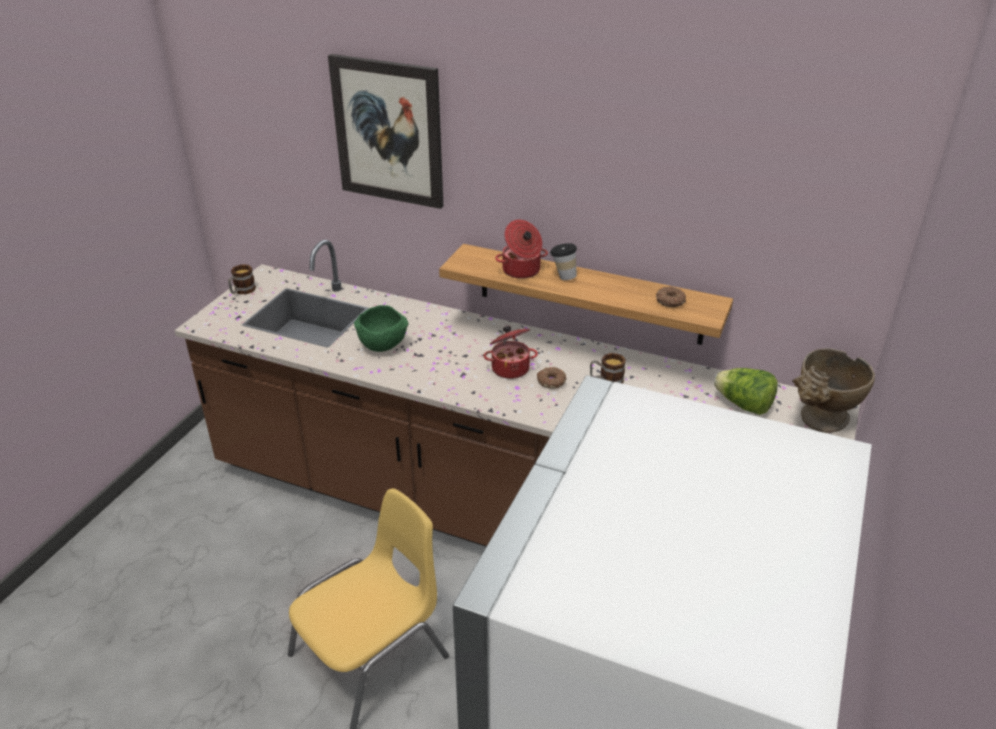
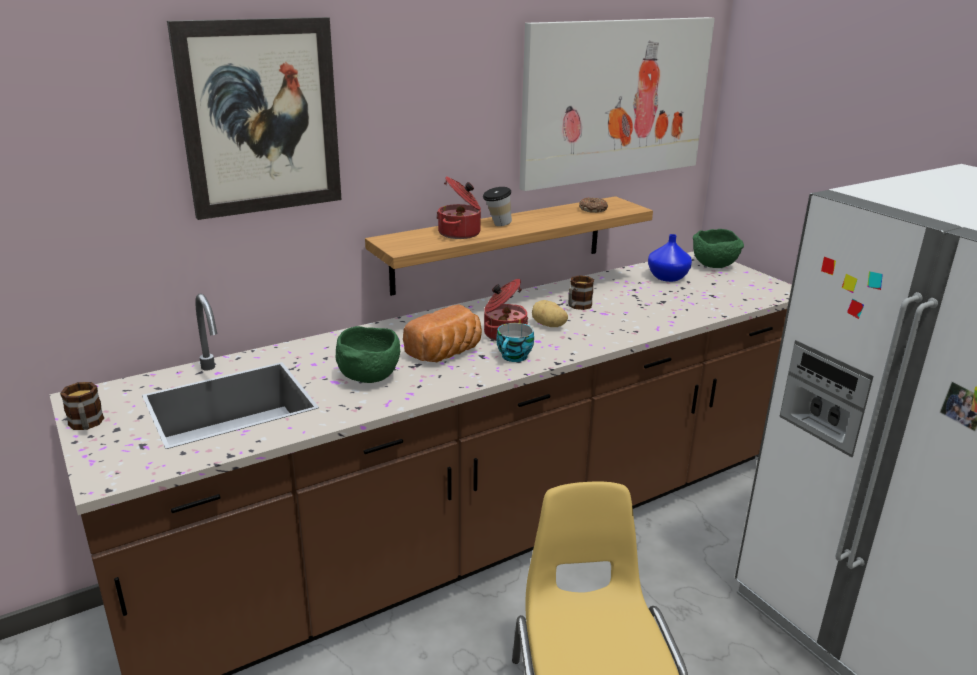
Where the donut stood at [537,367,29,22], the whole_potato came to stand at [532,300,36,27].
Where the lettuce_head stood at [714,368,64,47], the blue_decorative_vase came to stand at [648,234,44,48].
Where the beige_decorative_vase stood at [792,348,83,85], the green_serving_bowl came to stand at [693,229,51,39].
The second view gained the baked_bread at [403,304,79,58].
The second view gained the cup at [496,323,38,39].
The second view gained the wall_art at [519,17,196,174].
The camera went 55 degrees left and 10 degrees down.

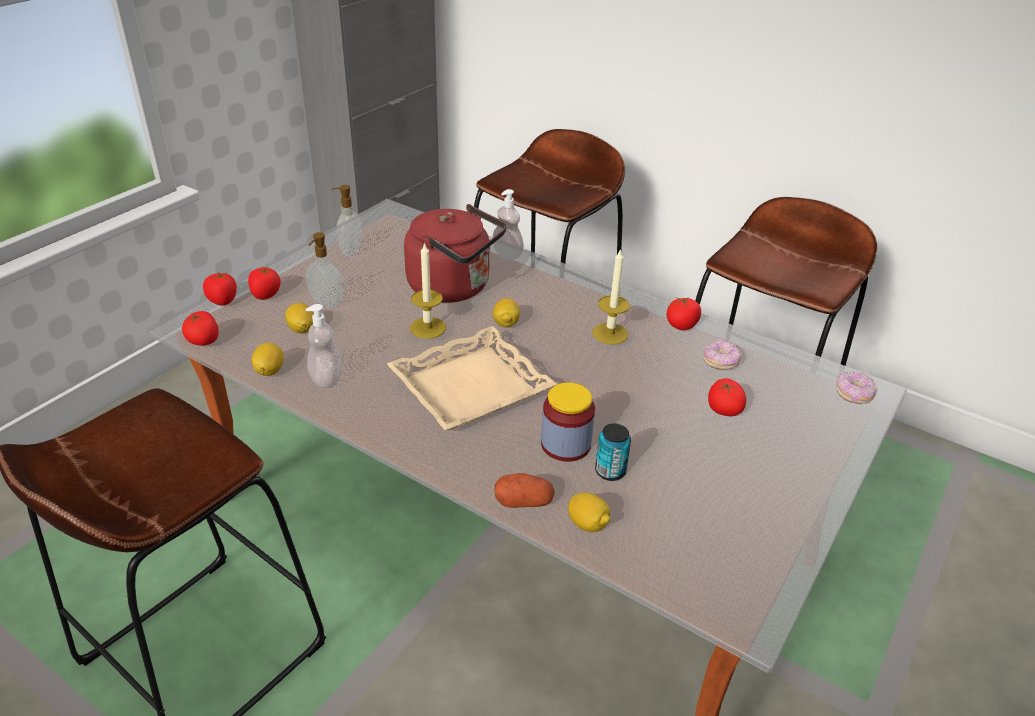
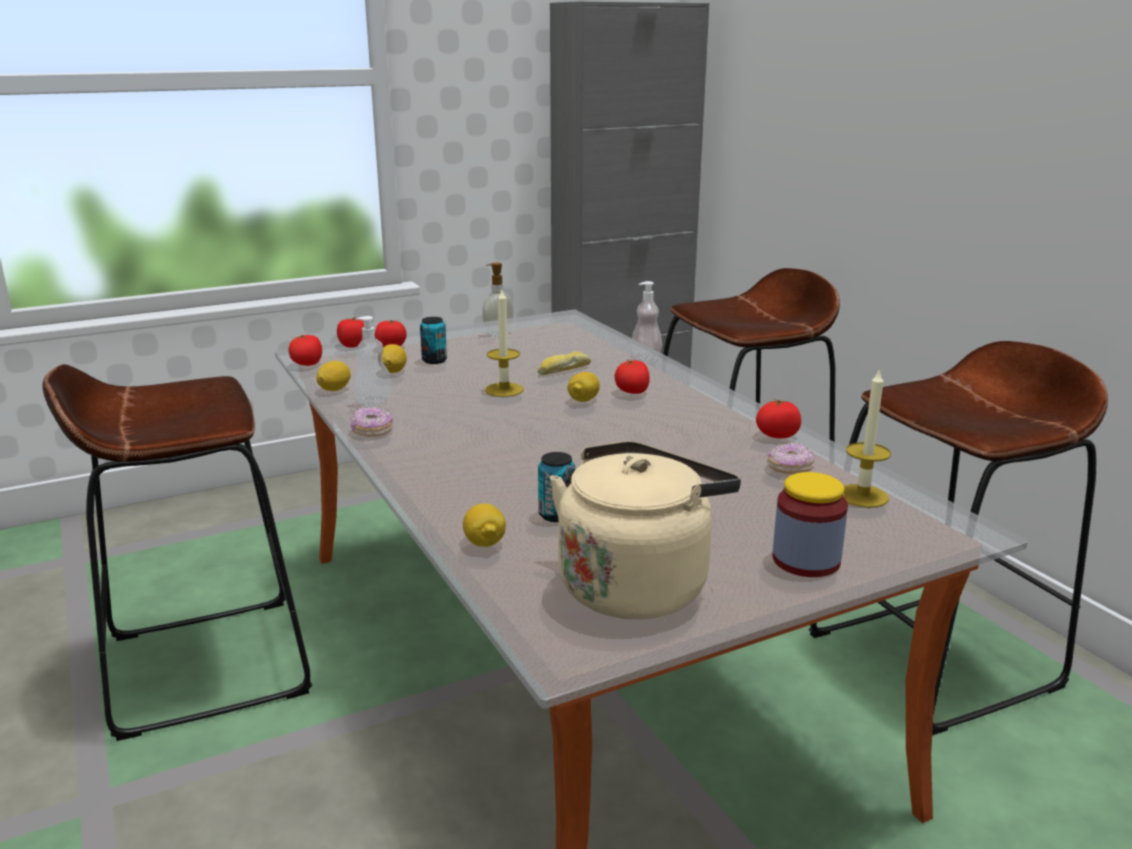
Where the soap_dispenser stood at [306,232,38,76], the metal_can came to stand at [420,317,27,47].
The second view lost the beige_carrying_tray at [387,326,170,104].
Where the reddish_kettle stood at [404,204,103,99], the baked_bread came to stand at [537,351,54,24].
The second view lost the whole_potato at [495,473,60,35].
The jar ended up elsewhere, having gone from [541,382,54,80] to [772,472,76,105].
The wax_candle ended up elsewhere, having gone from [592,248,37,97] to [843,370,48,138].
The whole_tomato ended up elsewhere, having gone from [708,378,38,38] to [615,360,35,34].
The donut ended up elsewhere, having gone from [836,372,40,32] to [350,407,43,30].
The second view gained the beige_kettle at [550,441,191,178].
The camera went 30 degrees right and 15 degrees down.

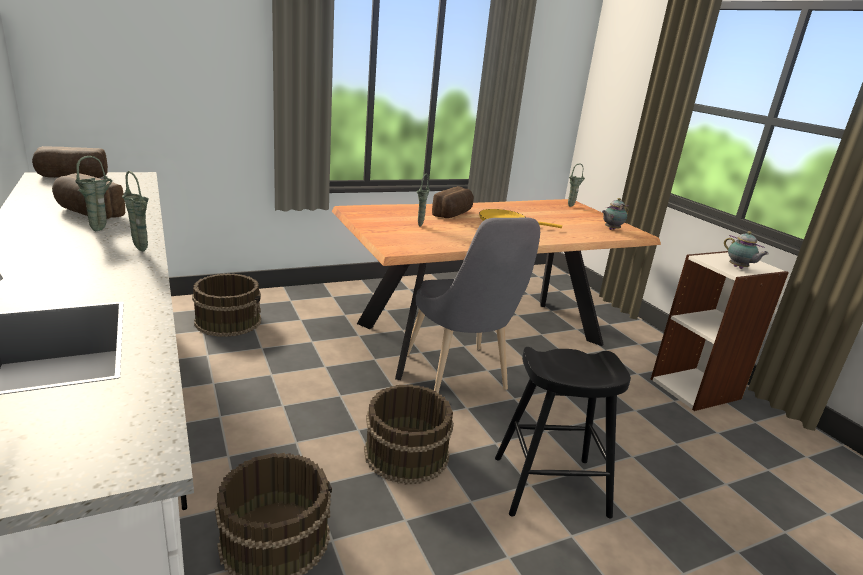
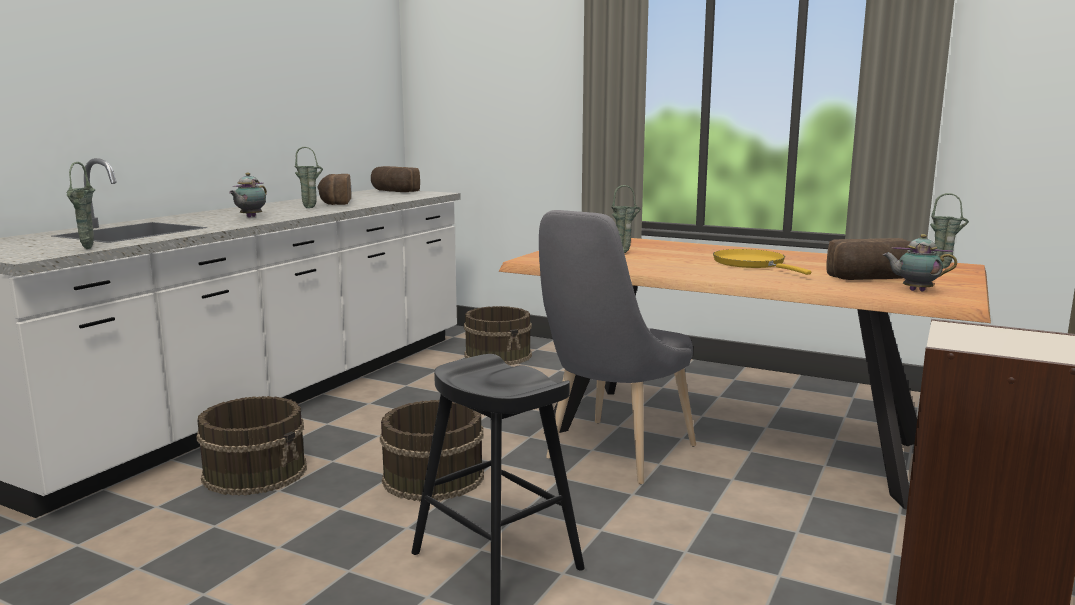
The green_decorative_vase ended up elsewhere, having gone from [122,171,27,81] to [67,162,28,87].
The baked_bread ended up elsewhere, having gone from [432,186,42,32] to [827,238,83,42].
The tea_pot ended up elsewhere, having gone from [724,231,45,38] to [229,173,38,45].
The camera went 55 degrees right and 10 degrees down.

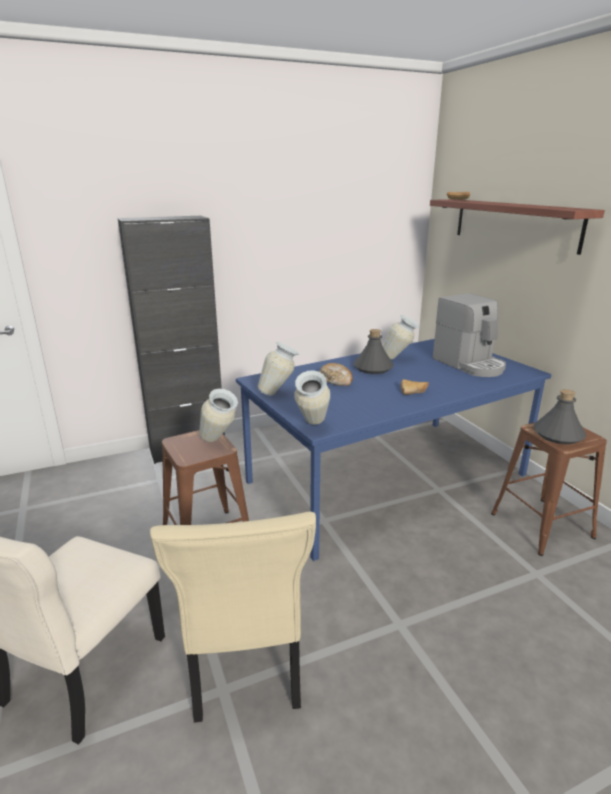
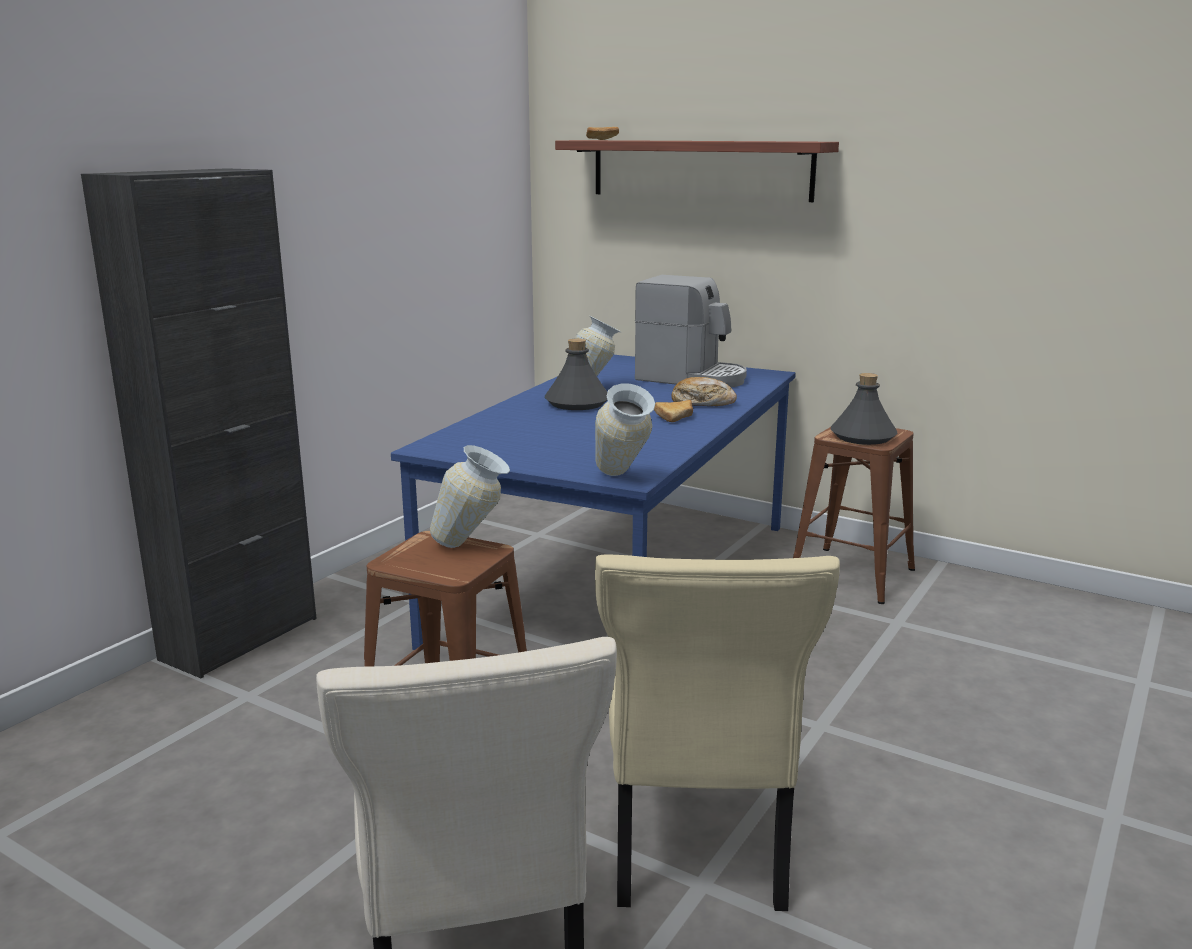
The beige_plain_chair at [150,512,166,211] ended up facing another way, 45 degrees clockwise from before.
The second view lost the decorative_vase at [258,342,41,54].
The baked_bread ended up elsewhere, having gone from [319,363,34,23] to [671,377,66,29].
The camera went 35 degrees left and 5 degrees down.

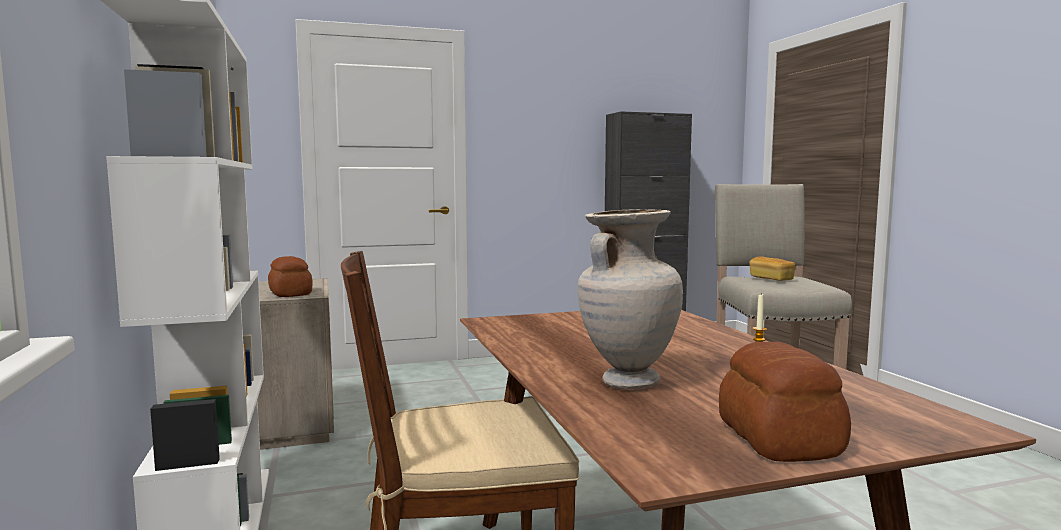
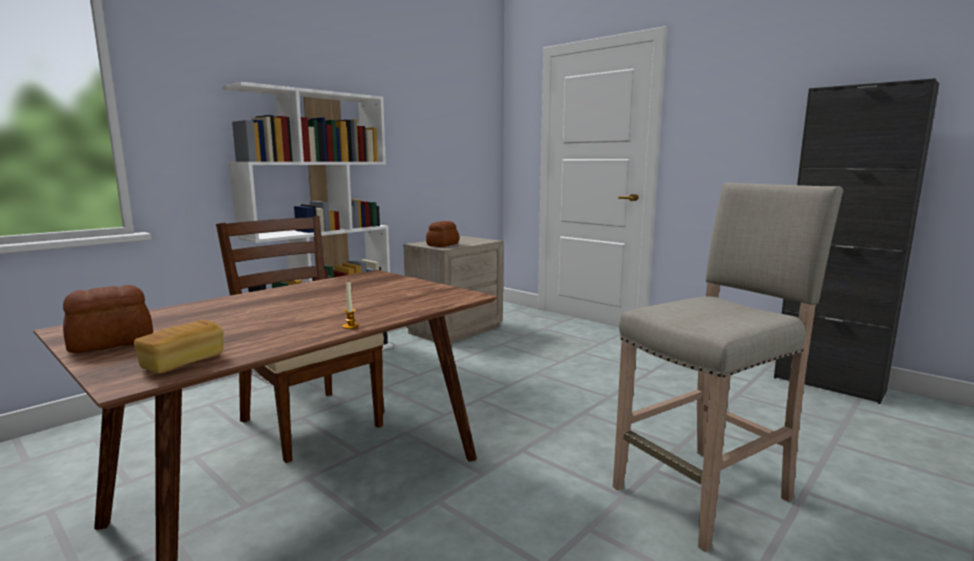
The second view lost the beige_decorative_vase at [578,209,105,180].
The baked_bread ended up elsewhere, having gone from [749,256,46,25] to [134,320,90,54].
The camera went 60 degrees right and 5 degrees up.

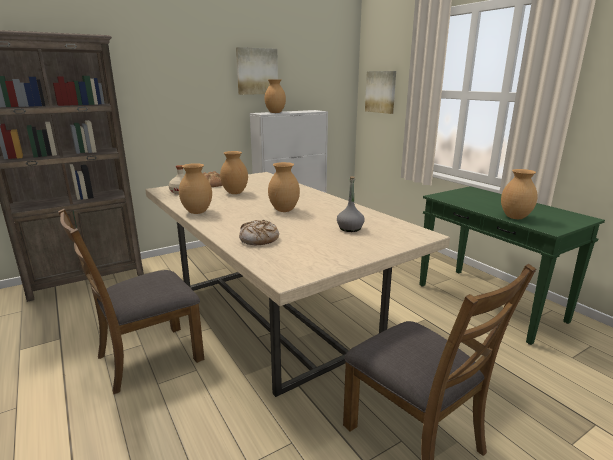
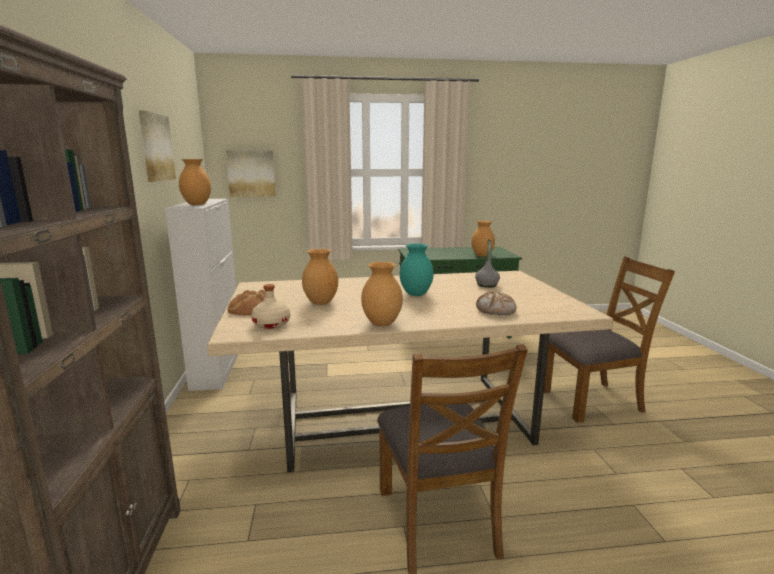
What was the brown_decorative_vase at [268,162,32,50] turned into the blue-green_decorative_vase at [400,243,34,53].
The camera went 65 degrees left and 5 degrees down.

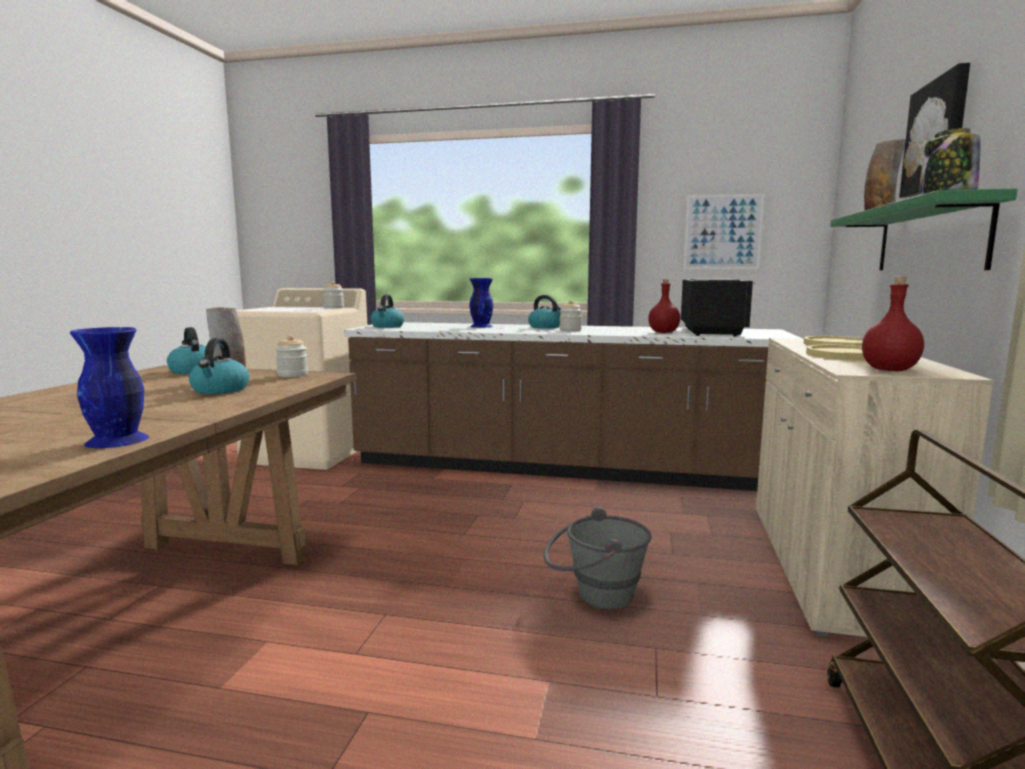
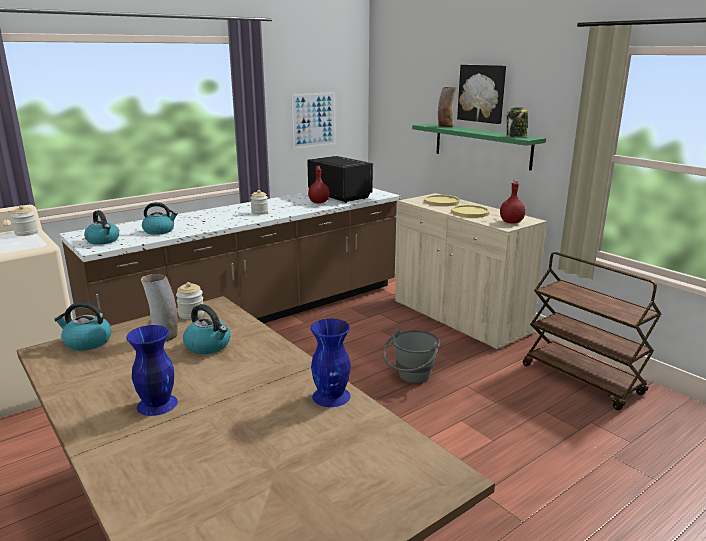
The blue_decorative_vase ended up elsewhere, having gone from [469,278,25,50] to [126,325,52,91].
The kettle ended up elsewhere, having gone from [528,295,34,34] to [142,202,36,33].
The camera went 50 degrees left and 10 degrees up.

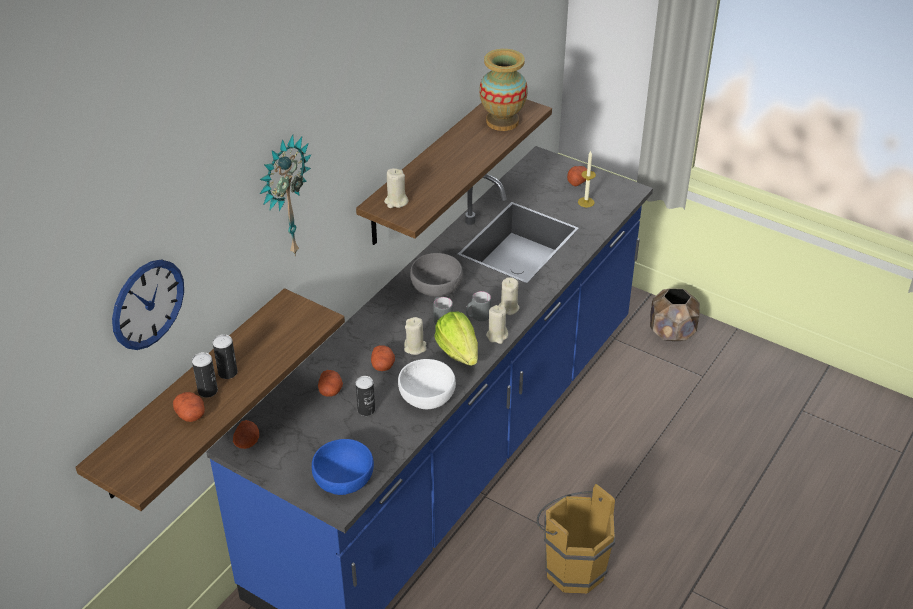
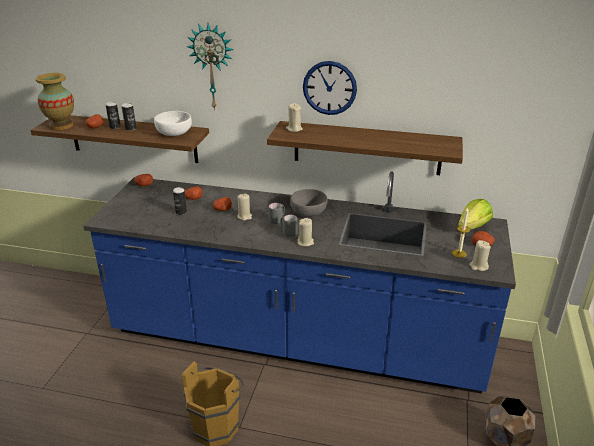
The wall_clock ended up elsewhere, having gone from [112,259,72,91] to [303,61,54,54].
The second view lost the blue_serving_bowl at [312,439,62,56].
The white-coloured_serving_bowl ended up elsewhere, having gone from [398,359,58,50] to [154,111,38,25].
The lettuce_head ended up elsewhere, having gone from [434,311,44,55] to [458,199,35,31].
The decorative_vase ended up elsewhere, having gone from [480,49,48,82] to [36,73,38,57].
The beige_wax_candle ended up elsewhere, having gone from [486,305,22,39] to [470,240,21,31].
The camera went 70 degrees right and 10 degrees down.

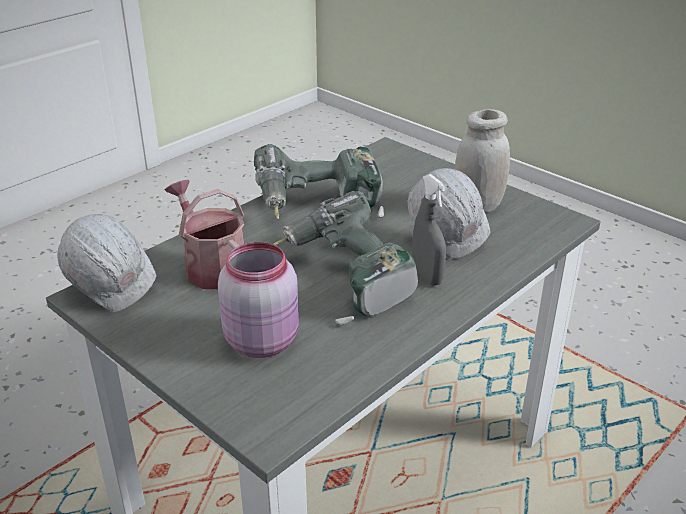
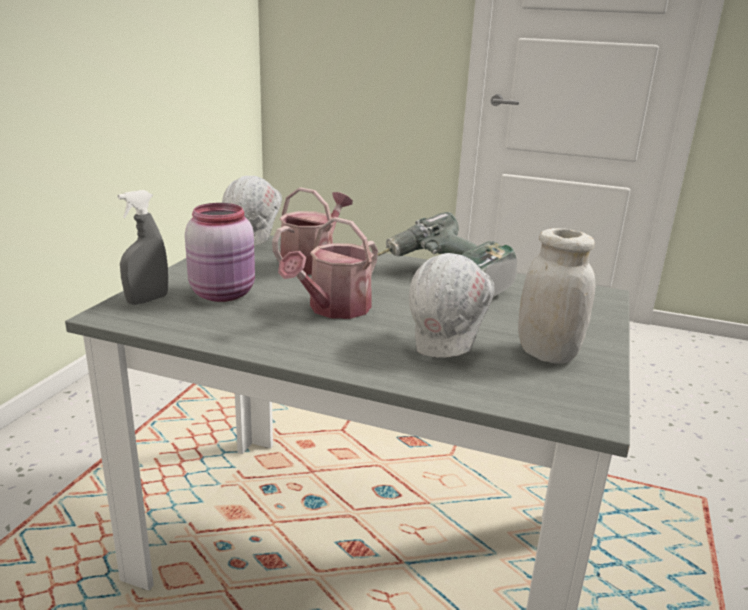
Where the drill stood at [273,191,145,134], the watering_can came to stand at [278,217,100,102].
The greyish_spray_bottle ended up elsewhere, having gone from [412,174,34,112] to [118,190,50,115].
The camera went 65 degrees right and 10 degrees down.

